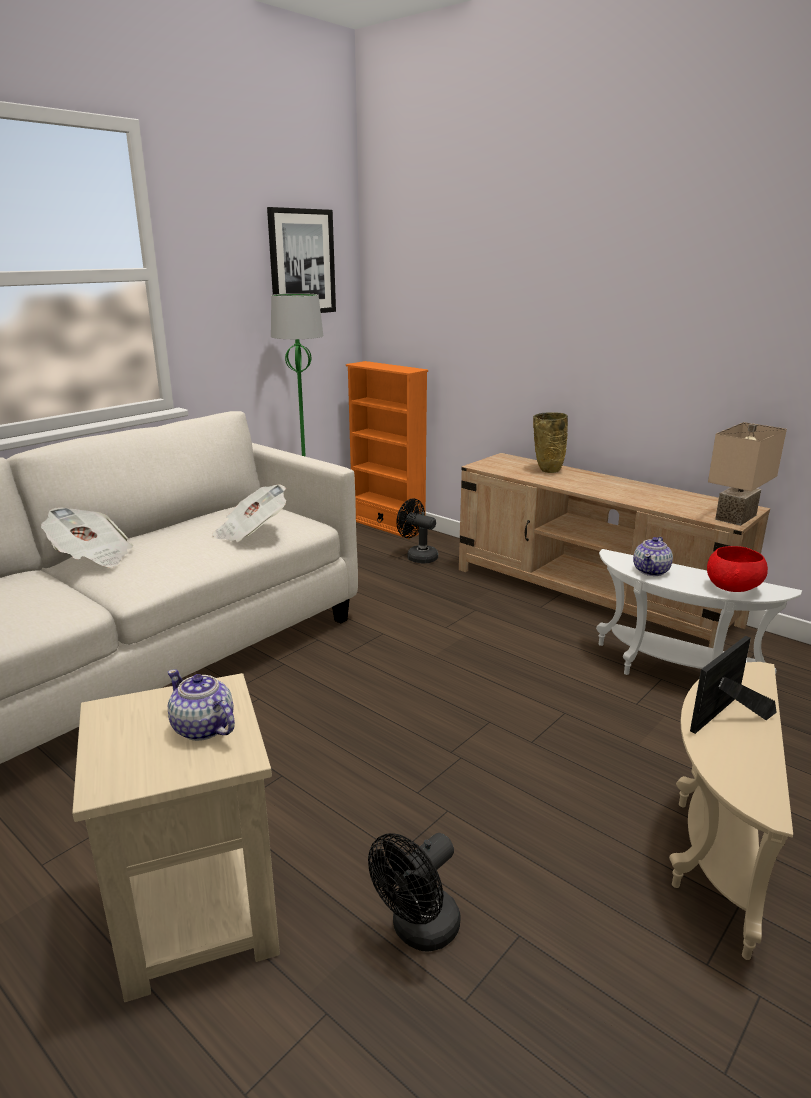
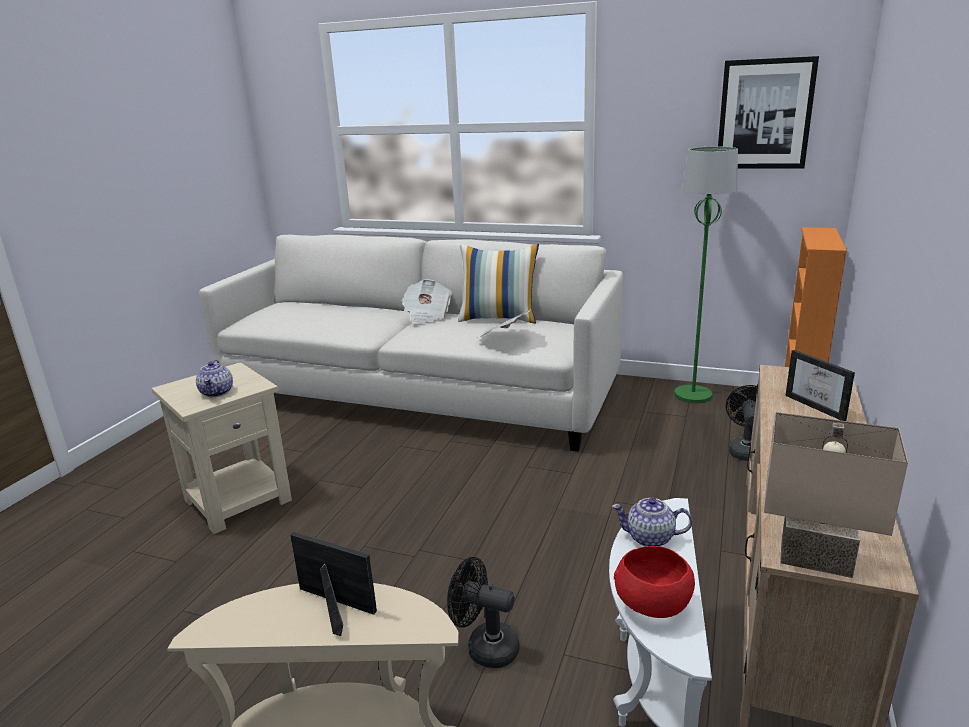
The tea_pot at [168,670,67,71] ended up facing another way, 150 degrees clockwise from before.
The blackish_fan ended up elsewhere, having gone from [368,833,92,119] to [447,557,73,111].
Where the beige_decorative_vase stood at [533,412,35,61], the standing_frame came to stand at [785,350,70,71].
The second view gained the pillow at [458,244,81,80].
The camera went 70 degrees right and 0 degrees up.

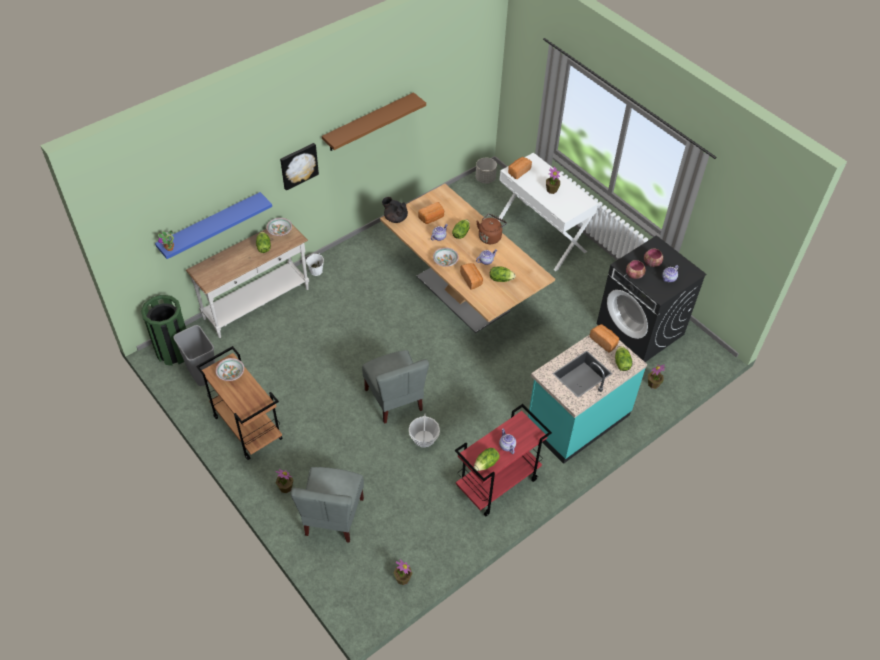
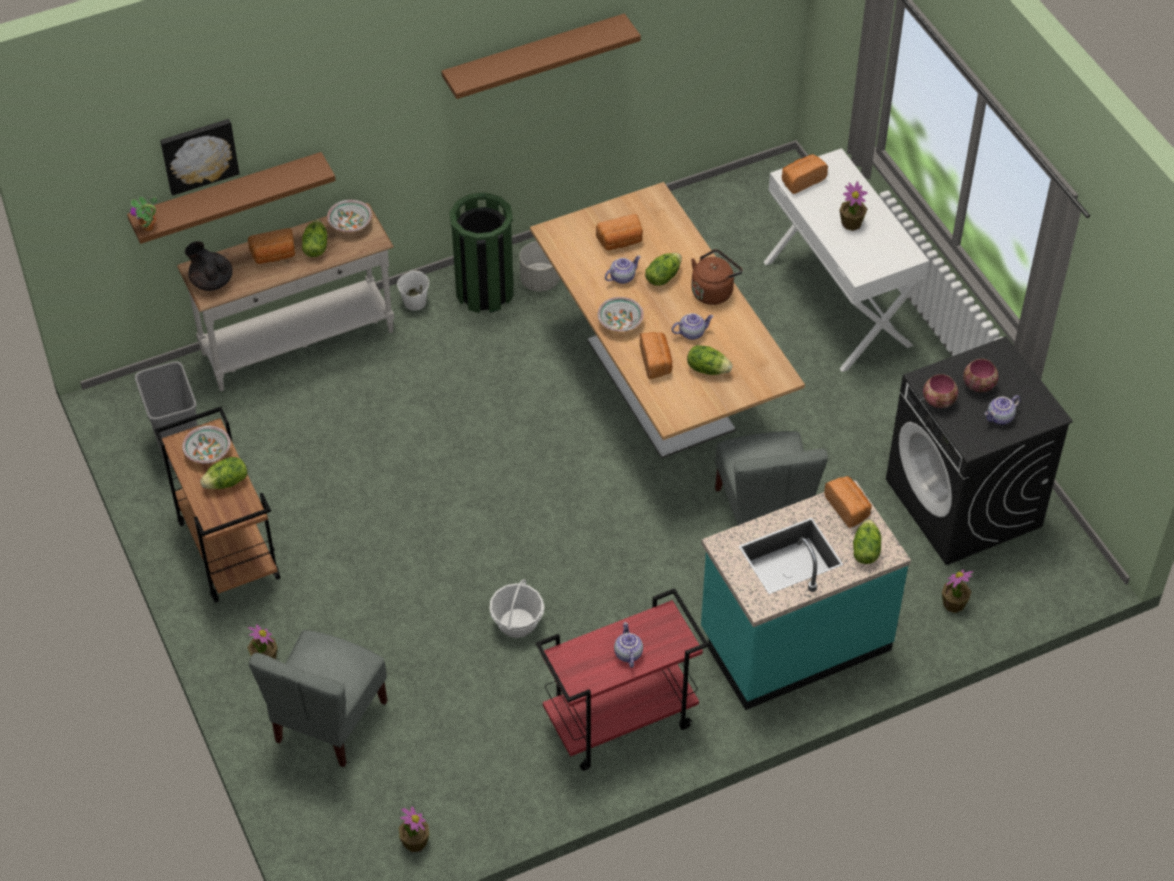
The green_rubbish_bin ended up elsewhere, having gone from [141,295,45,71] to [449,192,65,121].
What was the blue_wall_shelf at [155,192,117,67] turned into the brown_wall_shelf at [127,152,209,92].
The wall_art ended up elsewhere, having gone from [280,143,39,48] to [160,119,79,77].
The greyish_plain_chair ended up elsewhere, having gone from [362,350,67,74] to [715,431,113,94].
The blackish_tea_pot ended up elsewhere, having gone from [382,197,26,26] to [185,241,48,50].
The lettuce_head ended up elsewhere, having gone from [474,448,26,23] to [200,457,47,32].
The greyish_plant_pot ended up elsewhere, having gone from [476,158,21,25] to [520,241,40,51].
The second view gained the baked_bread at [248,228,47,36].
The camera went 15 degrees right and 0 degrees up.

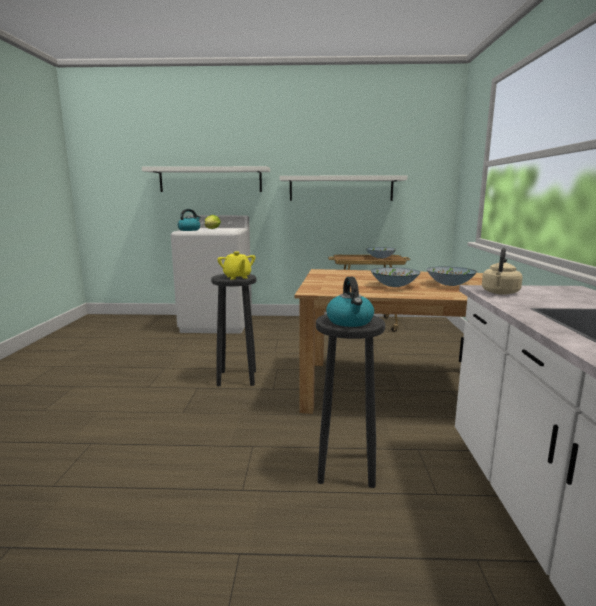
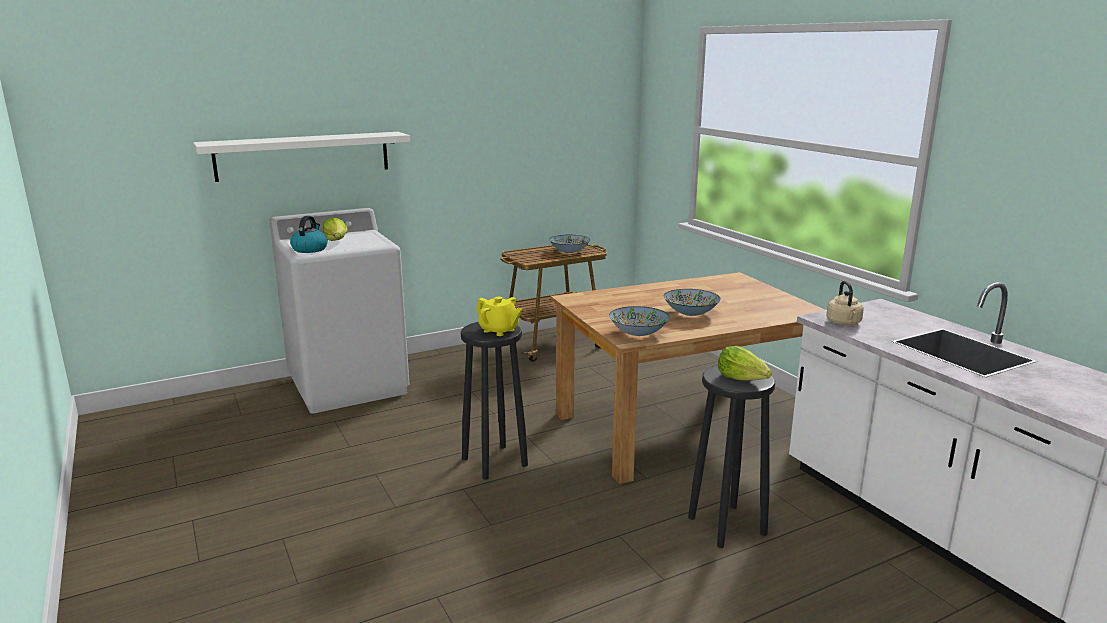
The second view lost the white-coloured_wall_shelf at [279,175,128,26].
Where the kettle stood at [326,277,48,50], the lettuce_head came to stand at [718,346,54,35].
The serving_bowl ended up elsewhere, having gone from [426,266,51,20] to [609,306,61,30].
The camera went 30 degrees left and 5 degrees up.

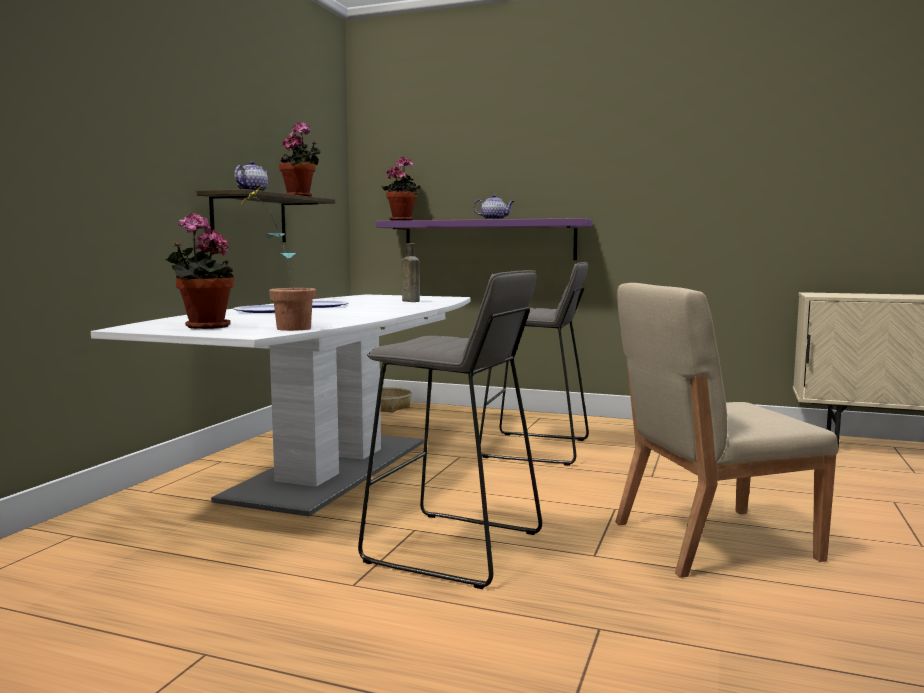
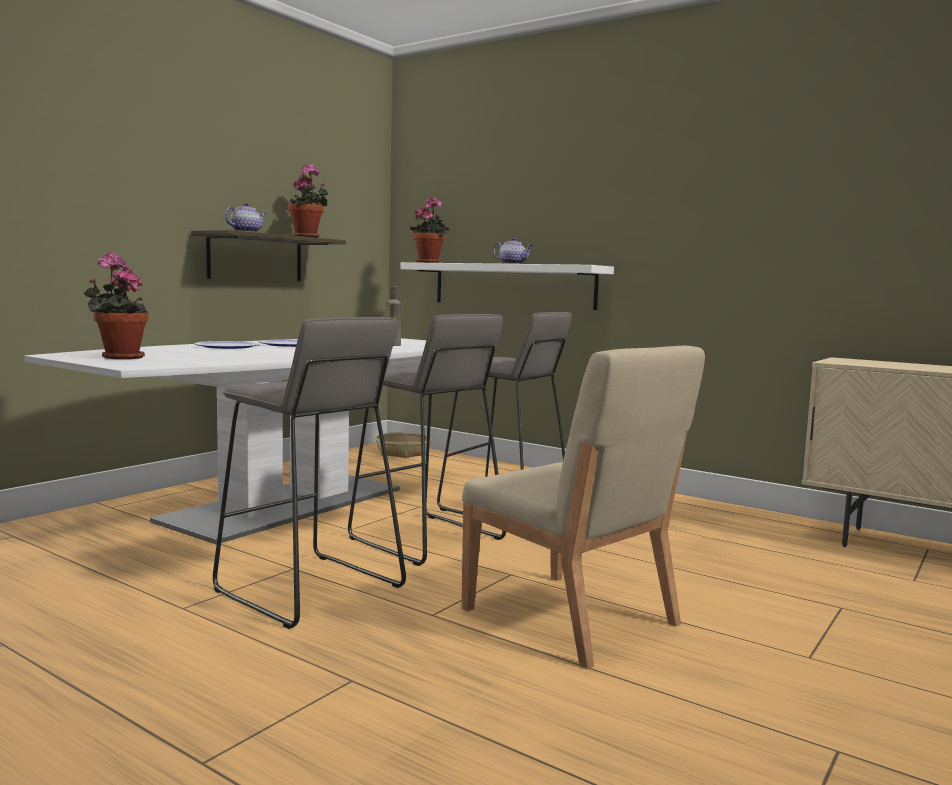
The second view lost the plant_in_a_pot at [239,186,77,145].
What was the purple-coloured_wall_shelf at [376,218,217,42] turned into the white-coloured_wall_shelf at [400,262,214,48].
The beige_plain_chair at [615,283,223,295] ended up facing another way, 135 degrees counterclockwise from before.
The second view gained the greyish_stool_seat at [348,314,158,252].
The camera went 15 degrees right and 0 degrees up.

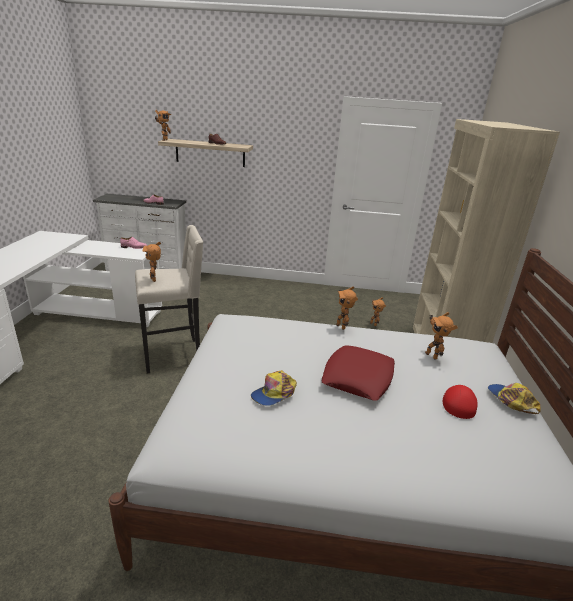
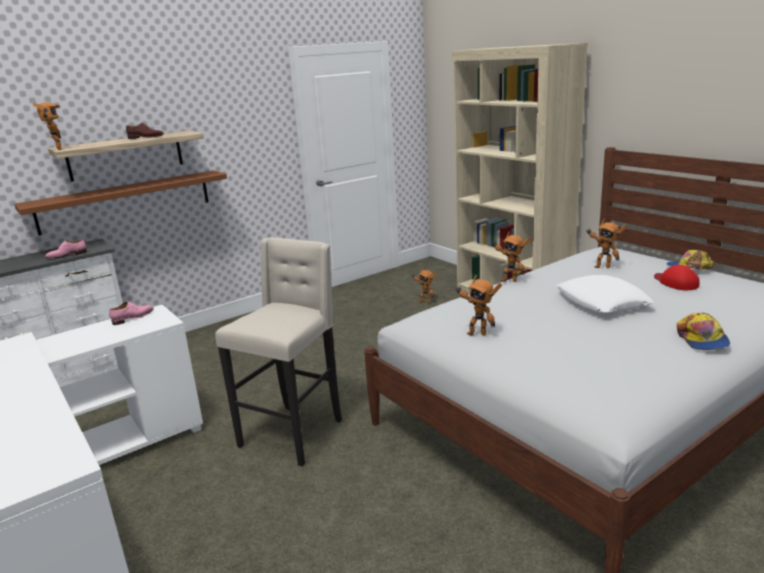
The model_robot ended up elsewhere, having gone from [142,242,19,40] to [455,275,47,61].
The peaked_cap ended up elsewhere, having gone from [251,370,46,36] to [677,312,53,38].
What was the reddish_pillow at [321,345,74,56] turned into the white-coloured_pillow at [557,275,97,38].
The second view gained the brown_wall_shelf at [14,170,213,66].
The camera went 40 degrees left and 5 degrees down.

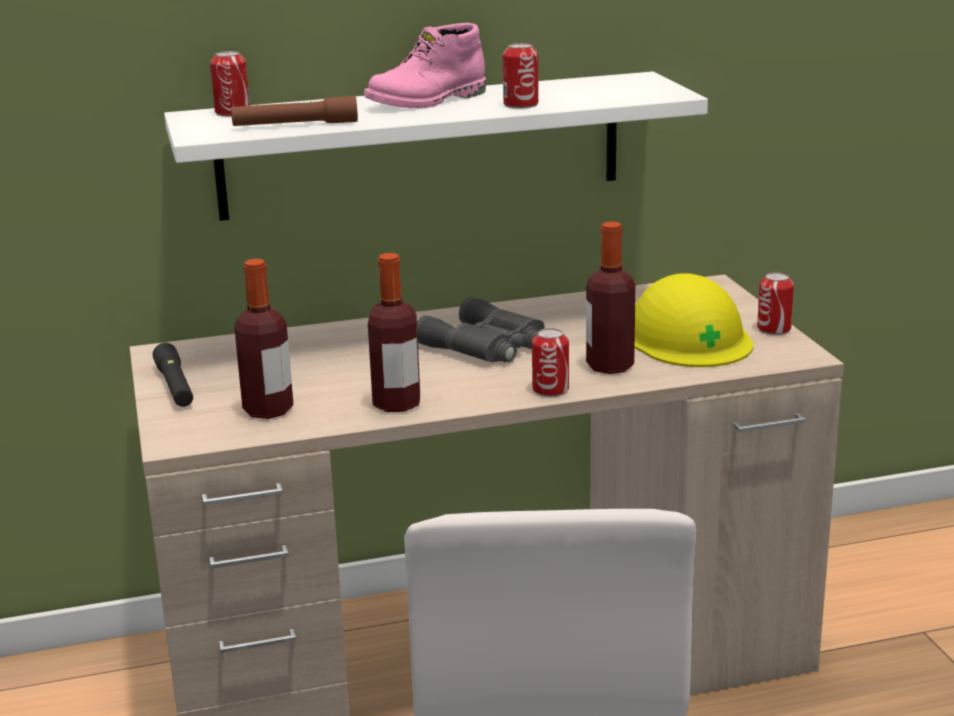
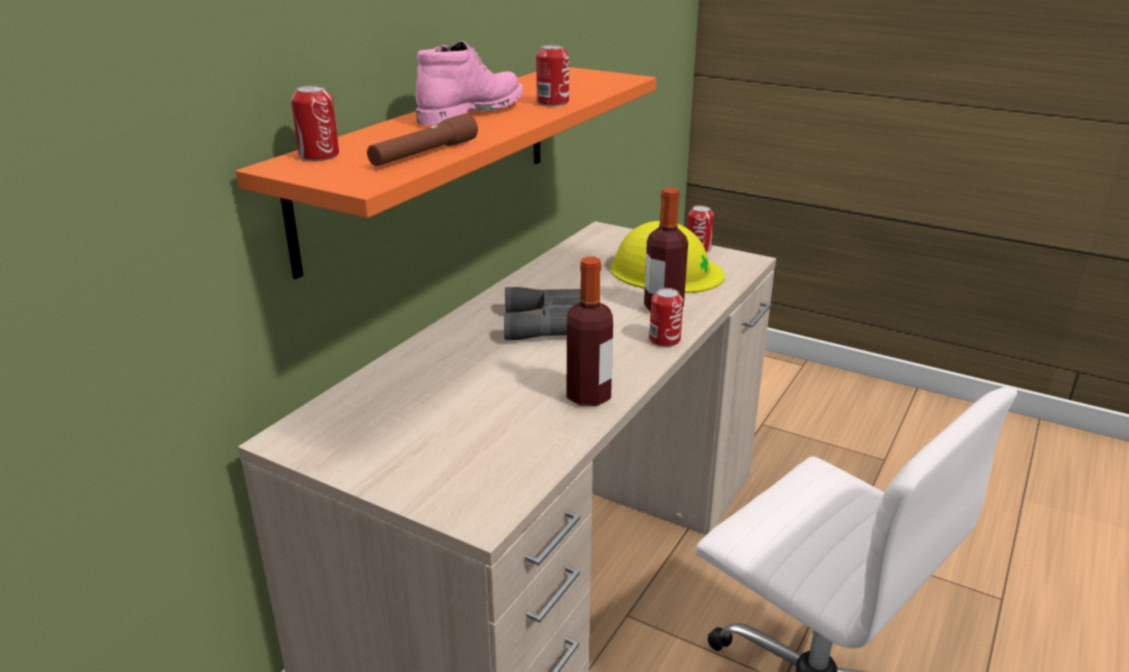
The second view lost the blackish_torch at [153,343,40,64].
What was the white-coloured_wall_shelf at [164,72,544,149] turned into the orange-coloured_wall_shelf at [236,67,420,212].
The second view lost the drink_bottle at [234,259,60,160].
The pink-coloured_boot at [364,23,122,85] ended up facing another way, 150 degrees counterclockwise from before.
The camera went 45 degrees left and 5 degrees up.

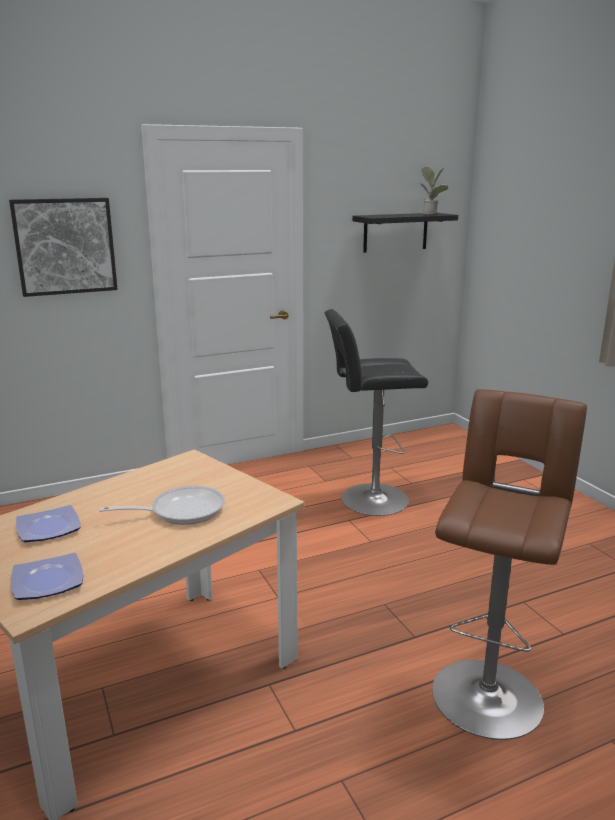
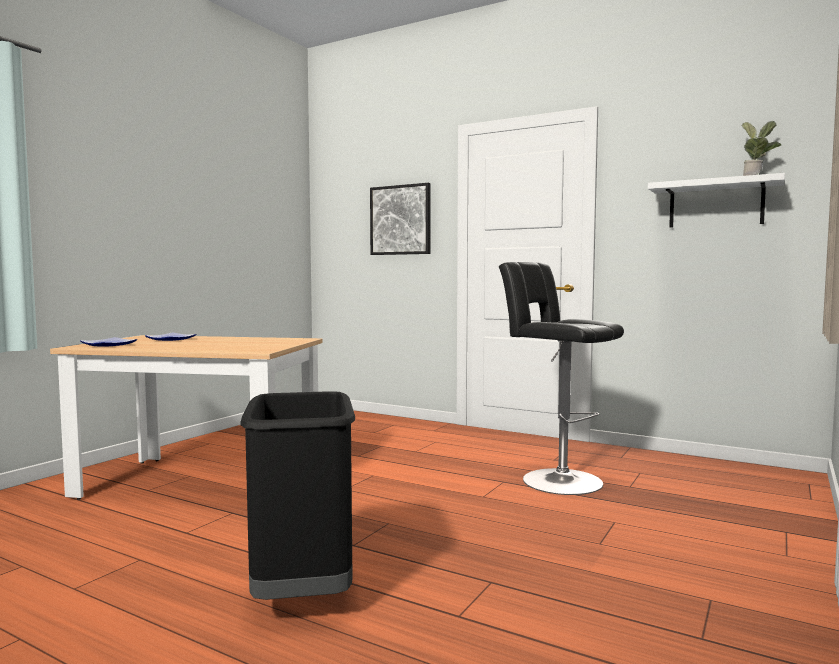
The second view lost the skillet at [99,486,126,39].
What was the blackish_wall_shelf at [352,213,106,39] turned into the white-coloured_wall_shelf at [648,173,137,55].
Where the brown_stool_seat stood at [432,389,155,351], the blackish_rubbish_bin came to stand at [240,391,115,209].
The camera went 55 degrees right and 15 degrees down.

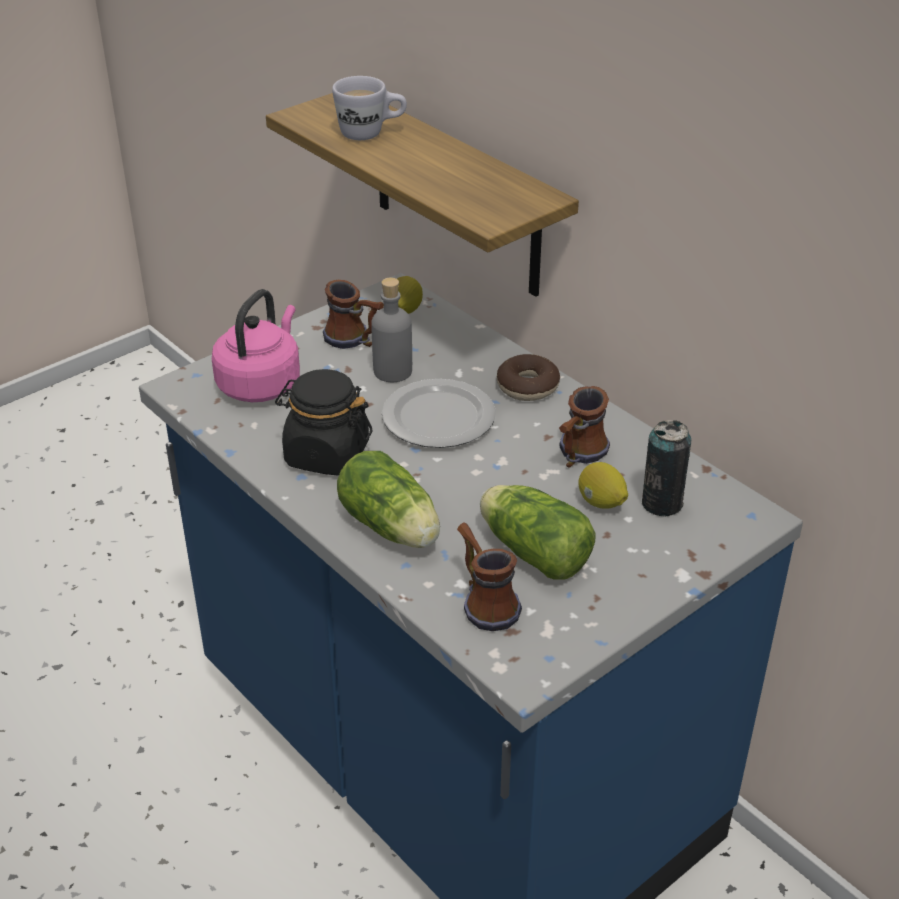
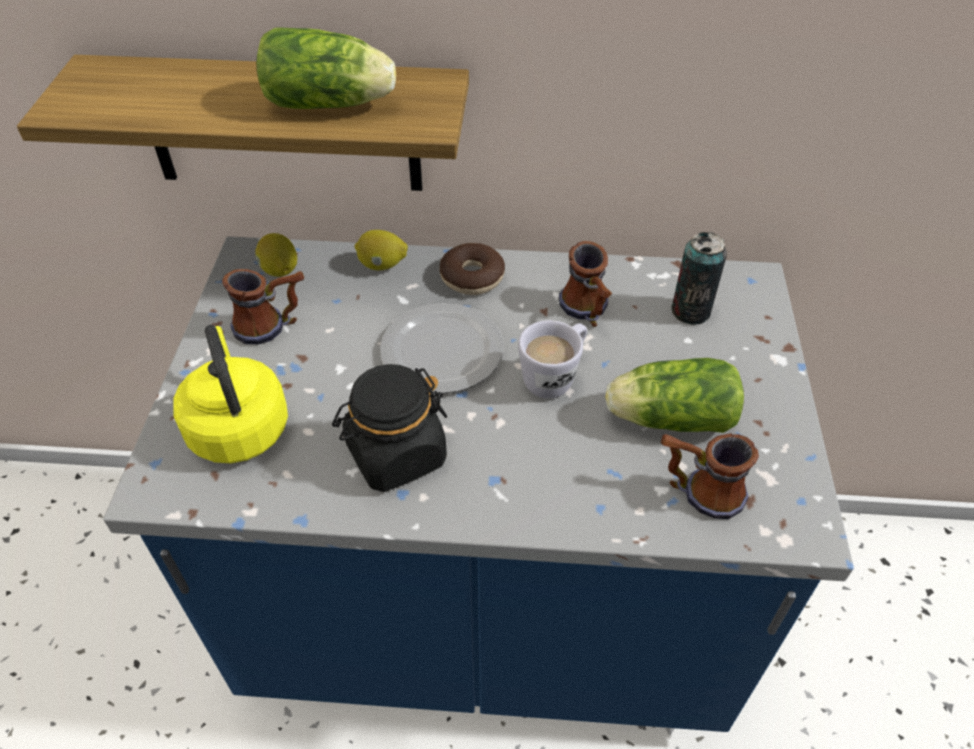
What was the pink-coloured_kettle at [212,289,88,113] turned into the yellow_kettle at [173,325,115,138].
The white-coloured_mug ended up elsewhere, having gone from [332,76,75,64] to [518,320,69,78].
The lettuce_head ended up elsewhere, having gone from [337,451,103,97] to [256,27,140,82].
The second view lost the greyish_drink_bottle at [371,277,41,105].
The lemon ended up elsewhere, having gone from [578,462,50,47] to [355,230,53,40].
The camera went 45 degrees left and 10 degrees up.

